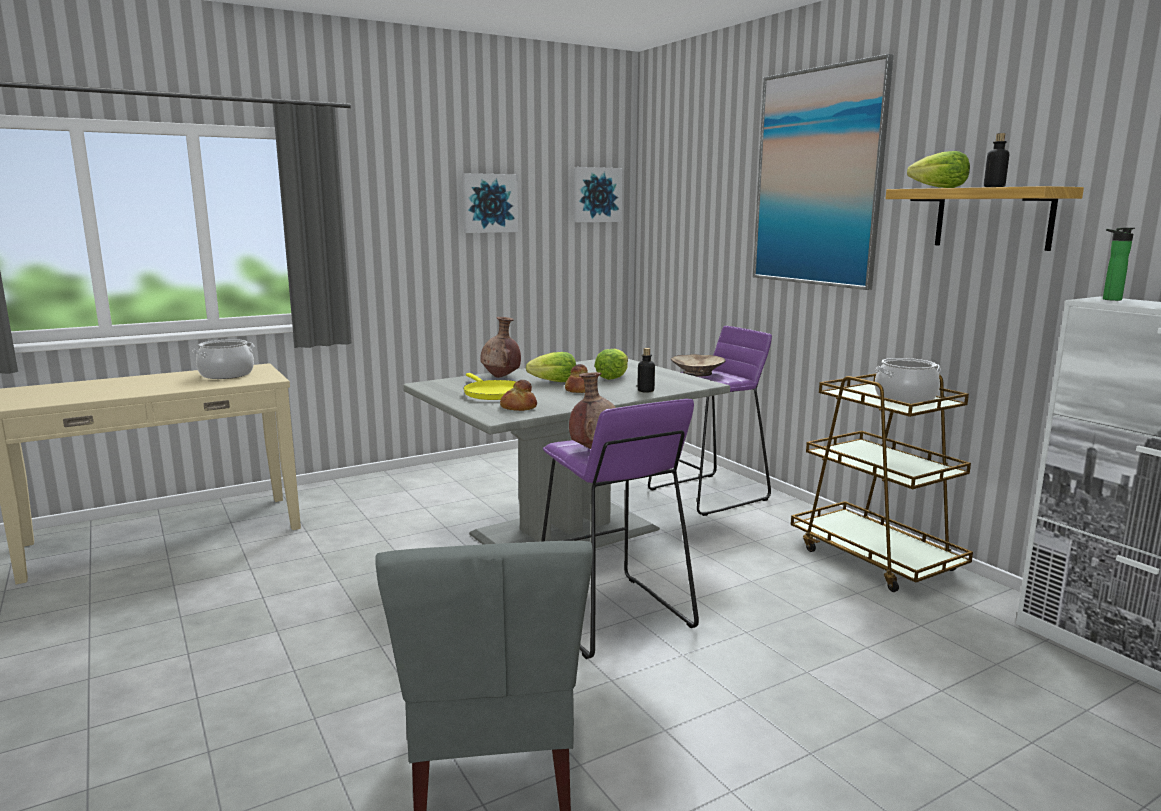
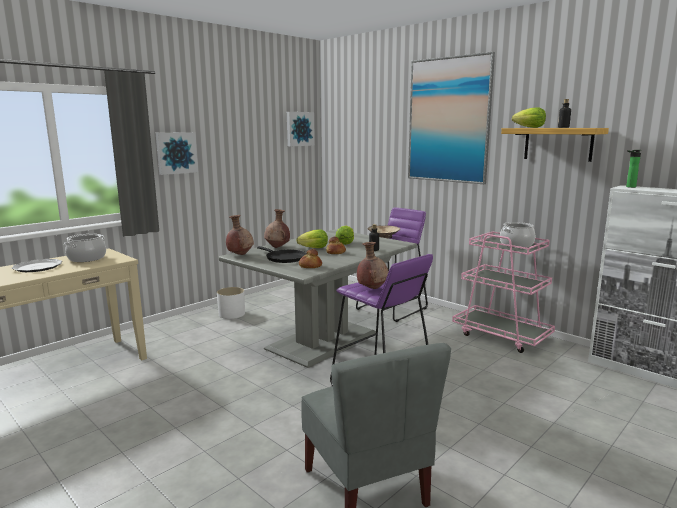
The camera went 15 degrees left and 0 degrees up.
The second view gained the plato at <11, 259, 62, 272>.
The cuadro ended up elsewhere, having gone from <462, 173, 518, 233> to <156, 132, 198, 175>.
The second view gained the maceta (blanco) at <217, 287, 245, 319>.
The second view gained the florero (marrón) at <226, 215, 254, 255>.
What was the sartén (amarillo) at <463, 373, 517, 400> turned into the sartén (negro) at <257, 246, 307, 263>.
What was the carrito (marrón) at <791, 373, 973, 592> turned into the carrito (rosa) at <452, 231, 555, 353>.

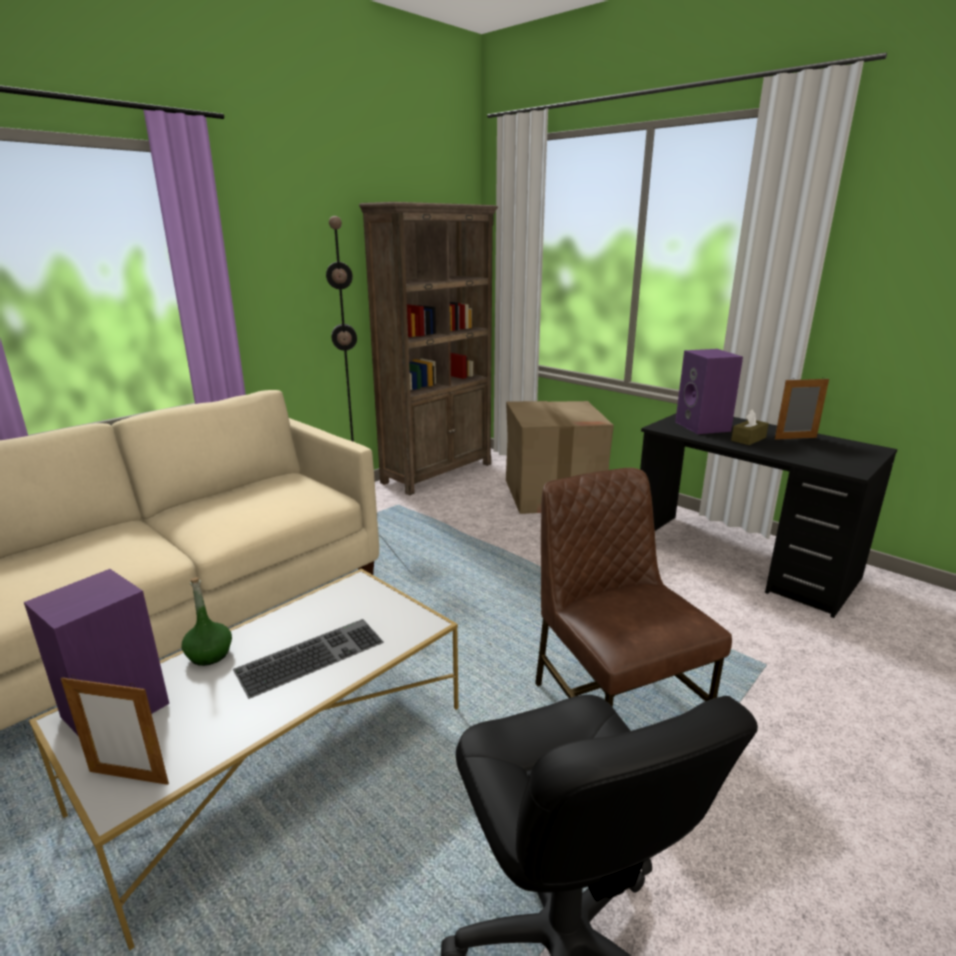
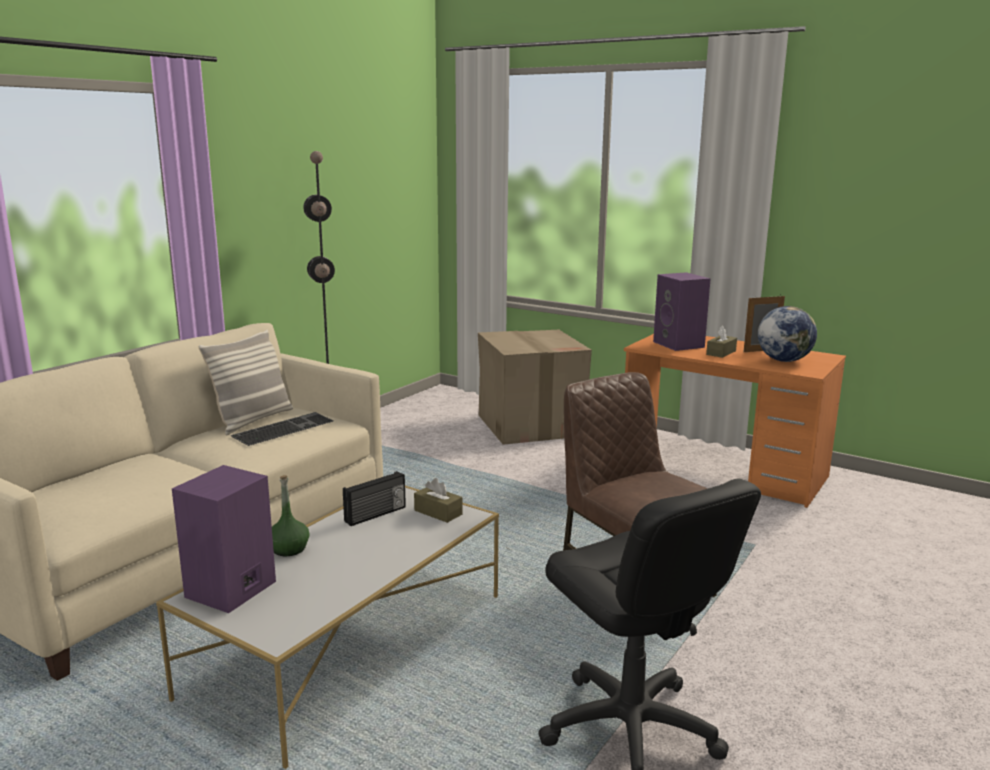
The camera went 10 degrees left and 5 degrees down.
The second view gained the cojín at <198, 330, 293, 435>.
The teclado ended up elsewhere, having gone from <233, 619, 384, 699> to <230, 412, 333, 446>.
The second view gained the radio at <343, 471, 406, 526>.
The second view gained the caja de pañuelos (marrón) at <414, 478, 463, 523>.
What was the escritorio (negro) at <640, 413, 897, 618> turned into the escritorio (naranja) at <624, 334, 846, 508>.
The second view gained the globo terráqueo at <758, 306, 817, 362>.
The second view lost the portarretratos at <61, 675, 169, 785>.
The second view lost the estantería (marrón) at <359, 202, 498, 496>.

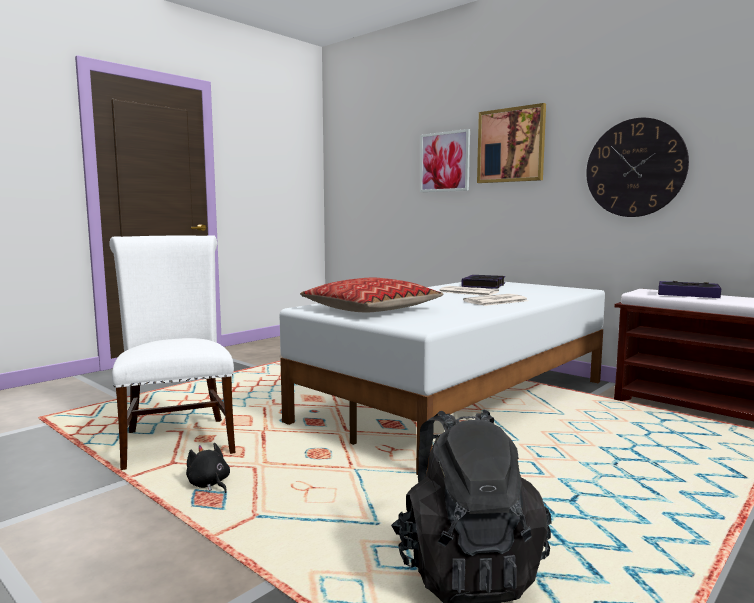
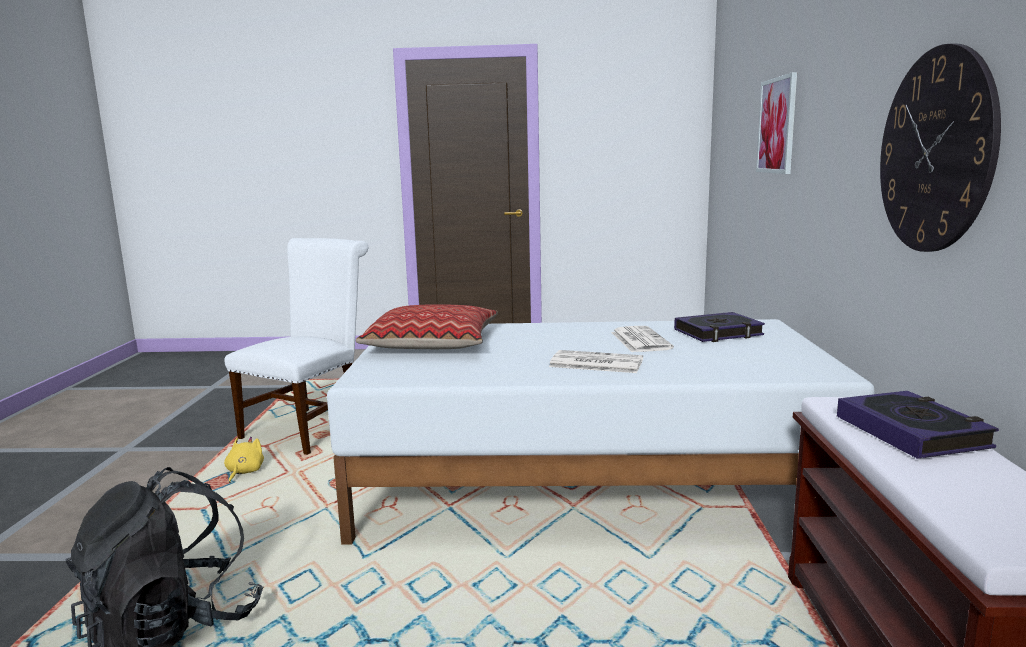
The camera went 50 degrees right and 5 degrees up.
What was the peluche (negro) at <186, 442, 230, 493> turned into the peluche (amarillo) at <224, 437, 264, 483>.
The second view lost the cuadro at <477, 103, 546, 183>.

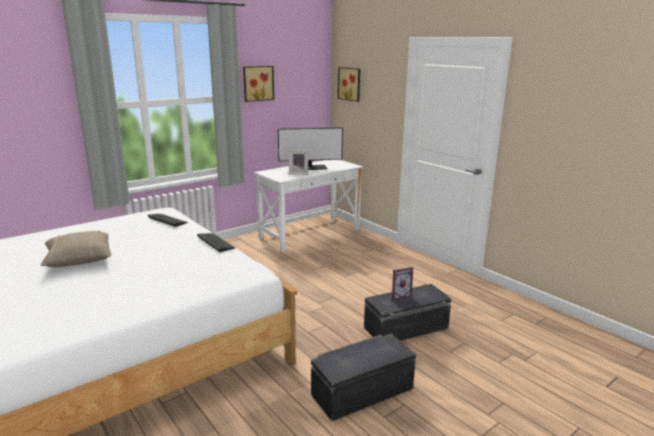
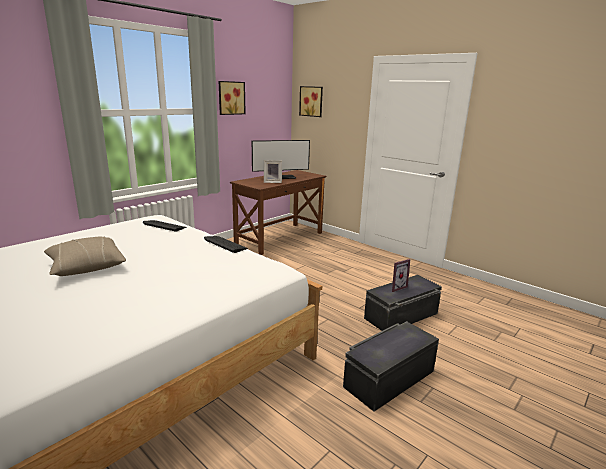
The camera went 10 degrees left and 0 degrees up.
What was the escritorio (blanco) at <254, 160, 363, 252> turned into the escritorio (marrón) at <230, 170, 326, 255>.

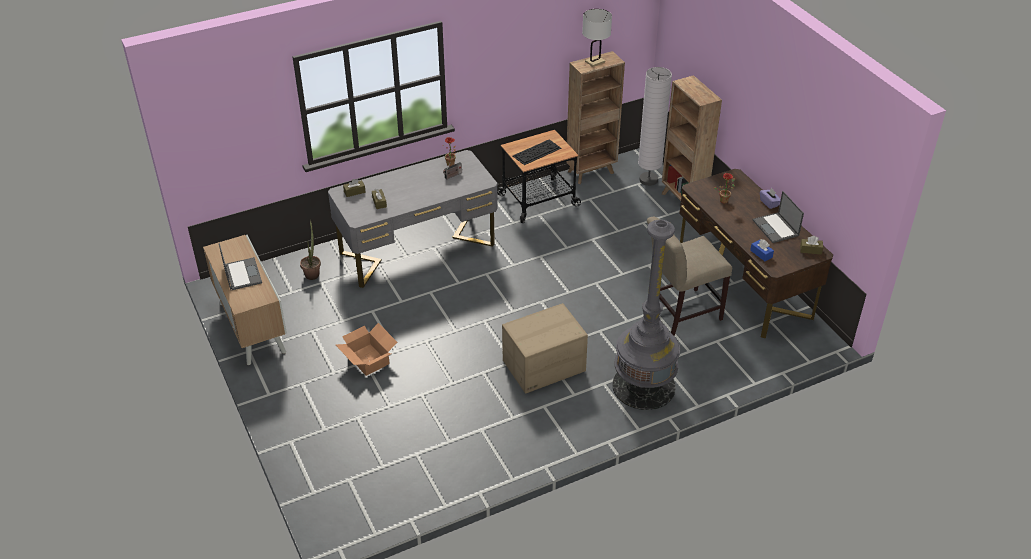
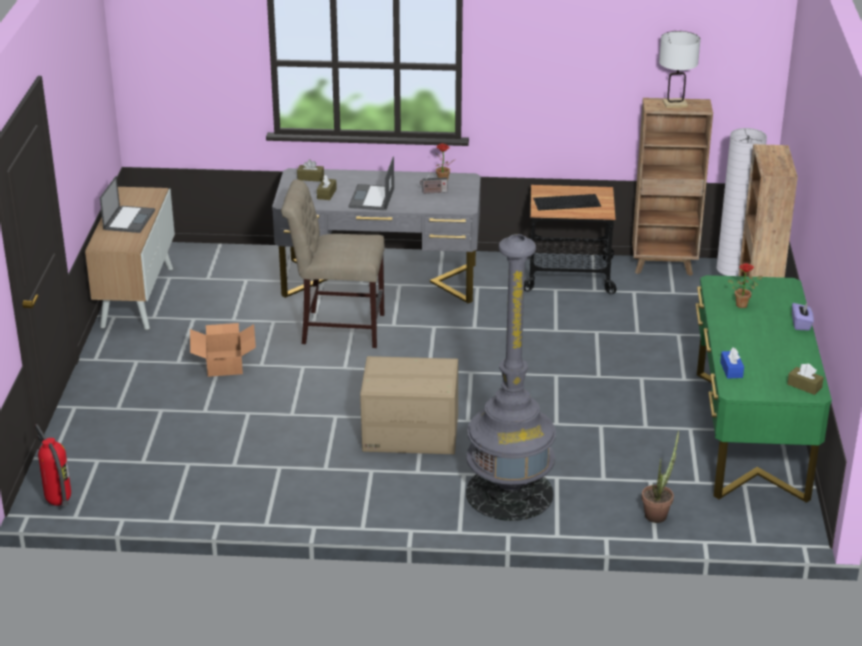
The camera went 30 degrees right and 10 degrees down.
The second view gained the extintor at <35, 424, 71, 506>.
The silla (beis) ended up elsewhere, having gone from <647, 217, 732, 336> to <281, 180, 385, 348>.
The portátil ended up elsewhere, having gone from <753, 191, 804, 243> to <349, 157, 394, 211>.
The planta en maceta ended up elsewhere, having gone from <300, 219, 321, 280> to <642, 430, 679, 523>.
What was the escritorio (marrón) at <679, 169, 833, 338> turned into the escritorio (verde) at <695, 275, 832, 503>.

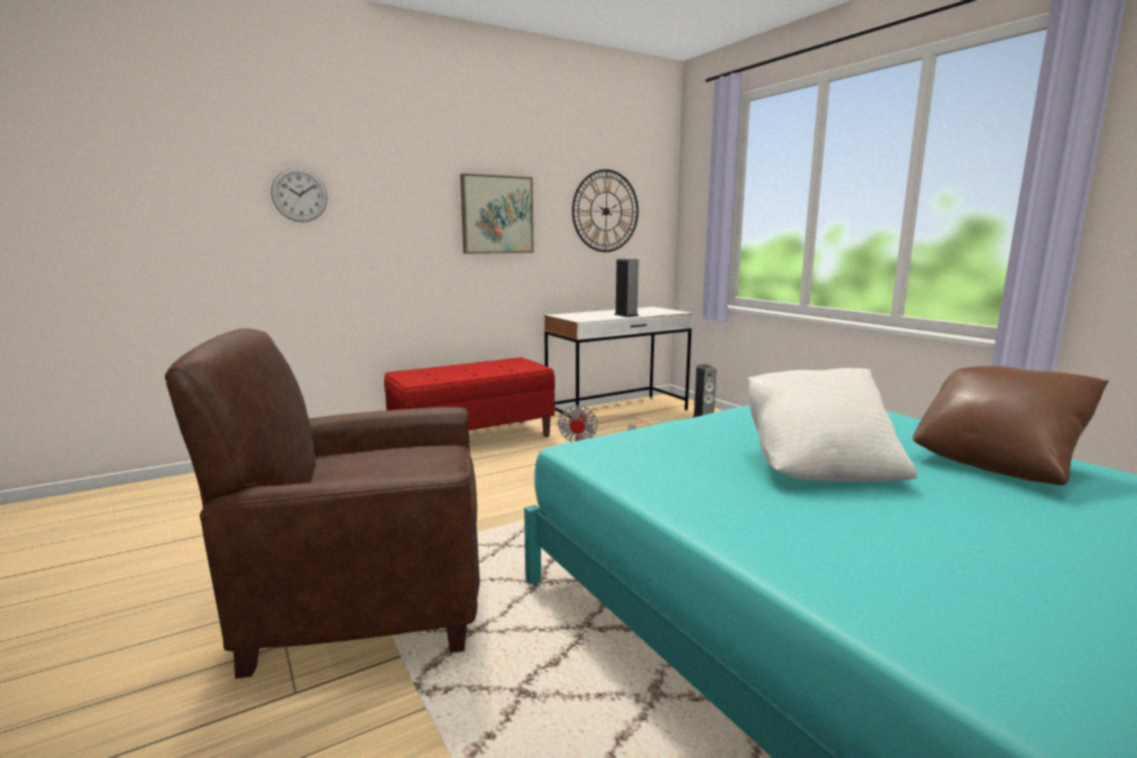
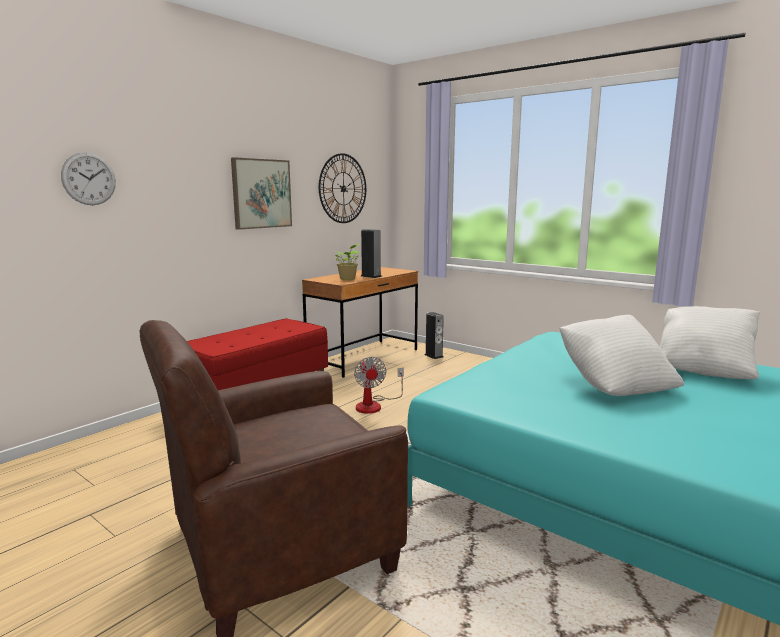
The camera went 20 degrees left and 0 degrees up.
What was the escritorio (blanco) at <544, 307, 692, 417> turned into the escritorio (marrón) at <302, 267, 418, 378>.
The second view gained the planta en maceta at <335, 243, 360, 280>.
What was the cojín (marrón) at <912, 366, 1109, 485> turned into the cojín (blanco) at <660, 306, 760, 380>.

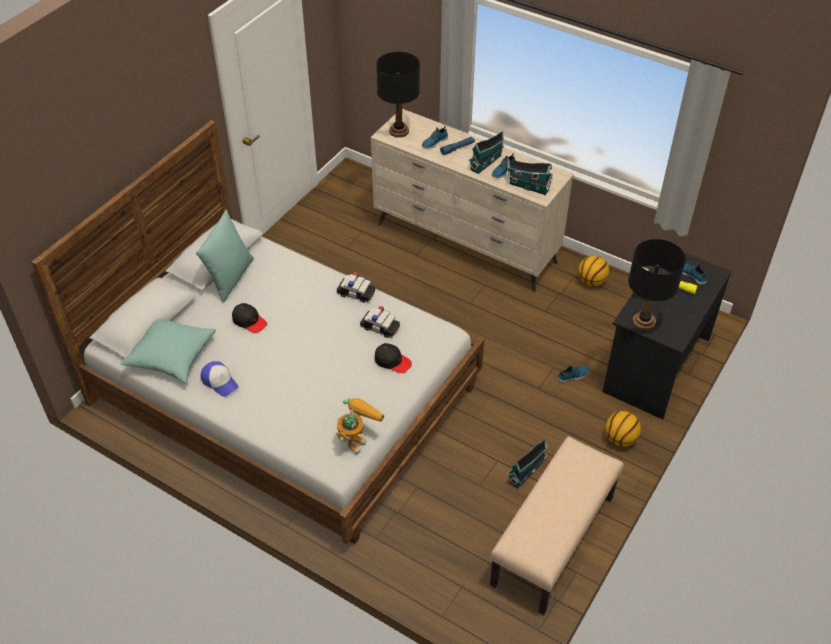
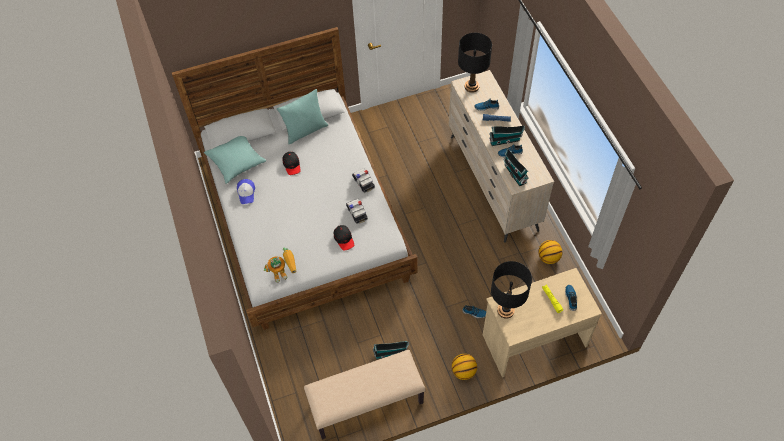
The camera went 40 degrees right and 10 degrees up.
What was the escritorio (negro) at <602, 253, 732, 420> turned into the escritorio (beis) at <483, 268, 602, 378>.

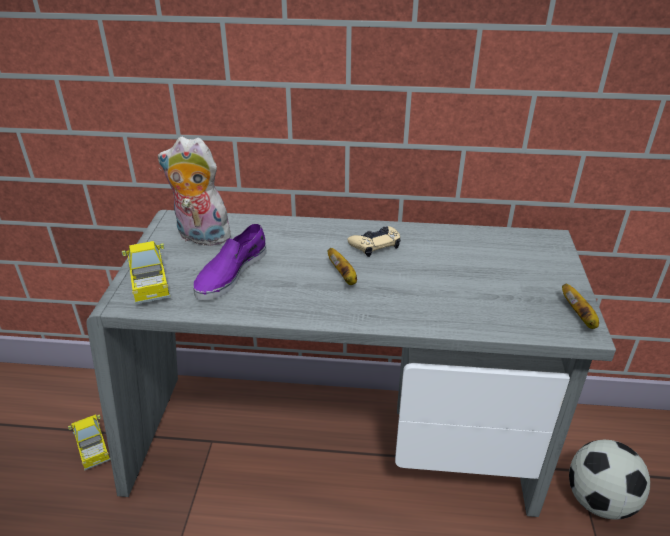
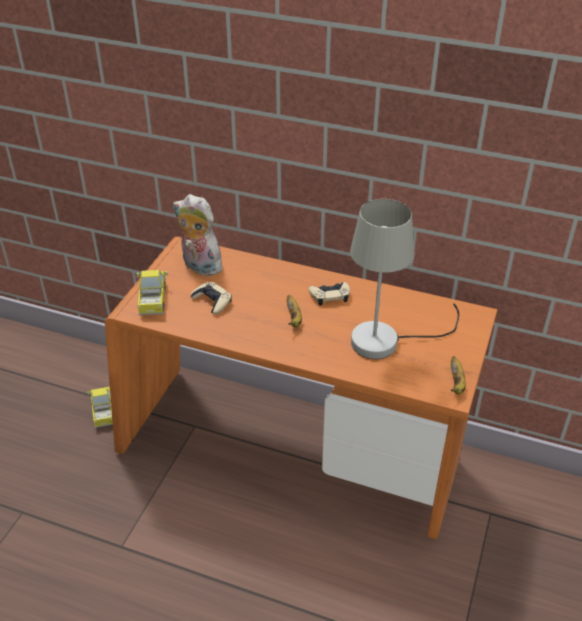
The camera went 15 degrees right and 5 degrees up.
What was the escritorio (gris) at <86, 210, 616, 517> turned into the escritorio (naranja) at <105, 237, 497, 539>.
Where the zapato (morado) stood at <193, 223, 267, 300>, the mando de consola (beis) came to stand at <191, 282, 232, 315>.
The second view gained the lámpara de mesa (gris) at <350, 199, 459, 359>.
The second view lost the balón de fútbol at <569, 440, 650, 520>.

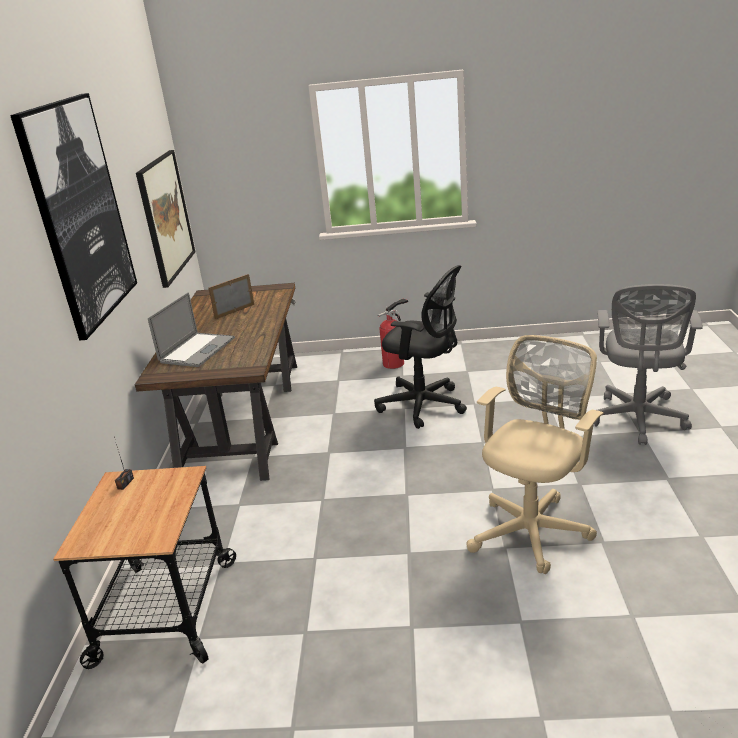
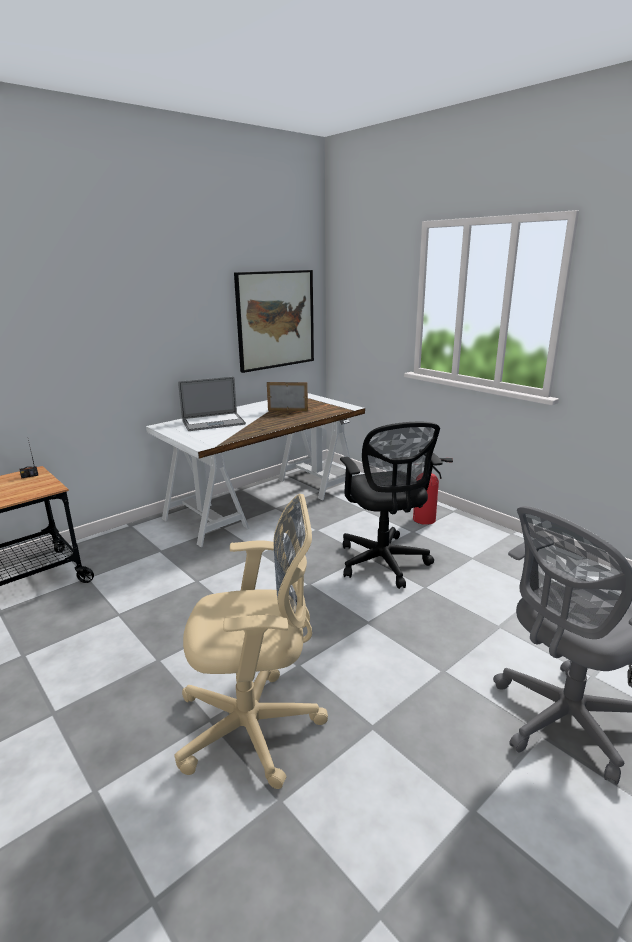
The camera went 45 degrees right and 5 degrees down.
What was the escritorio (marrón) at <135, 283, 297, 481> turned into the escritorio (blanco) at <146, 393, 365, 547>.
The second view lost the cuadro at <10, 93, 137, 341>.

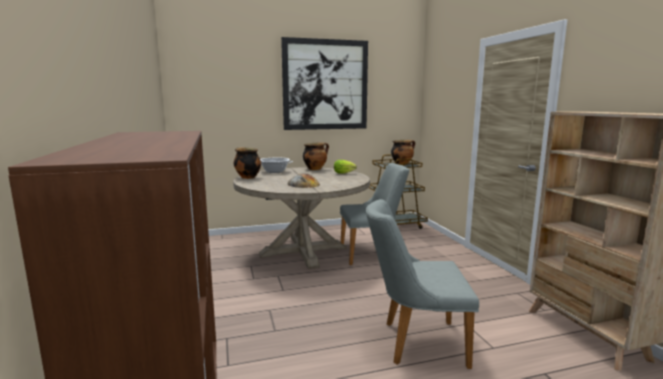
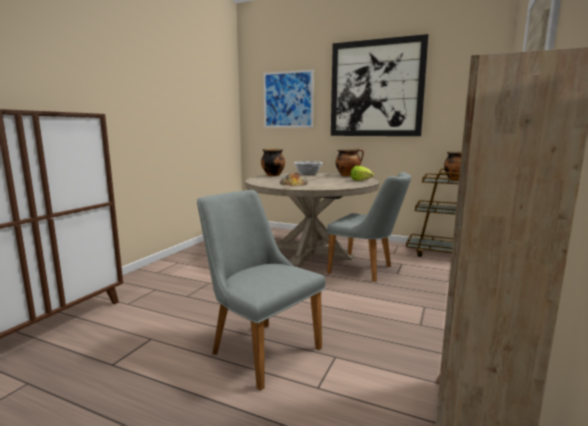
The camera went 40 degrees right and 0 degrees up.
The second view gained the cuadro at <263, 69, 314, 128>.

